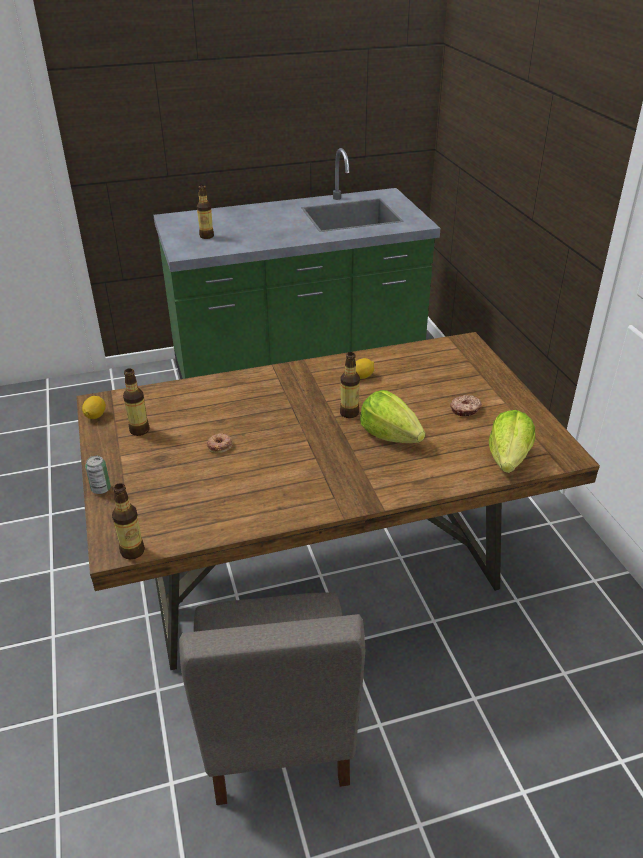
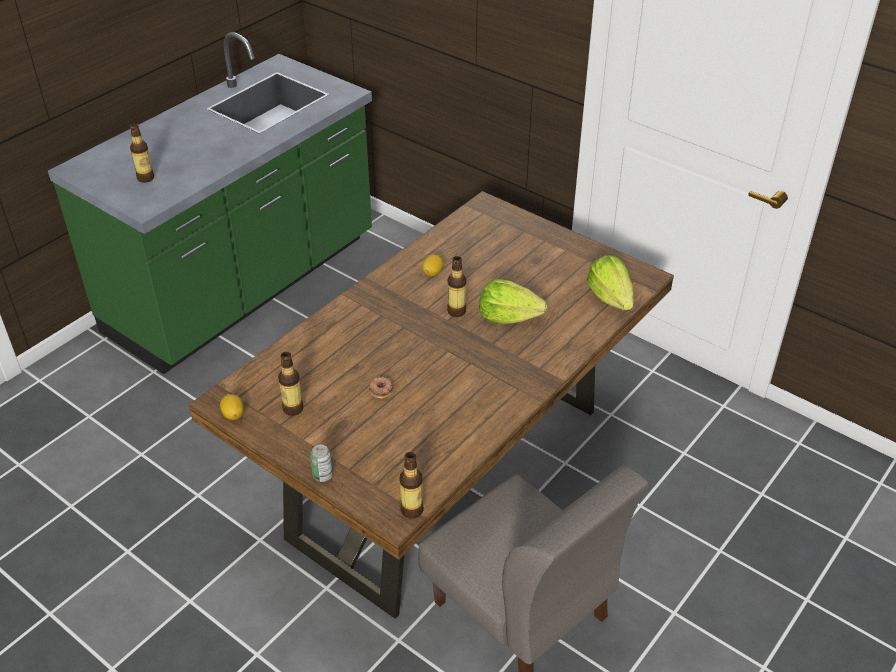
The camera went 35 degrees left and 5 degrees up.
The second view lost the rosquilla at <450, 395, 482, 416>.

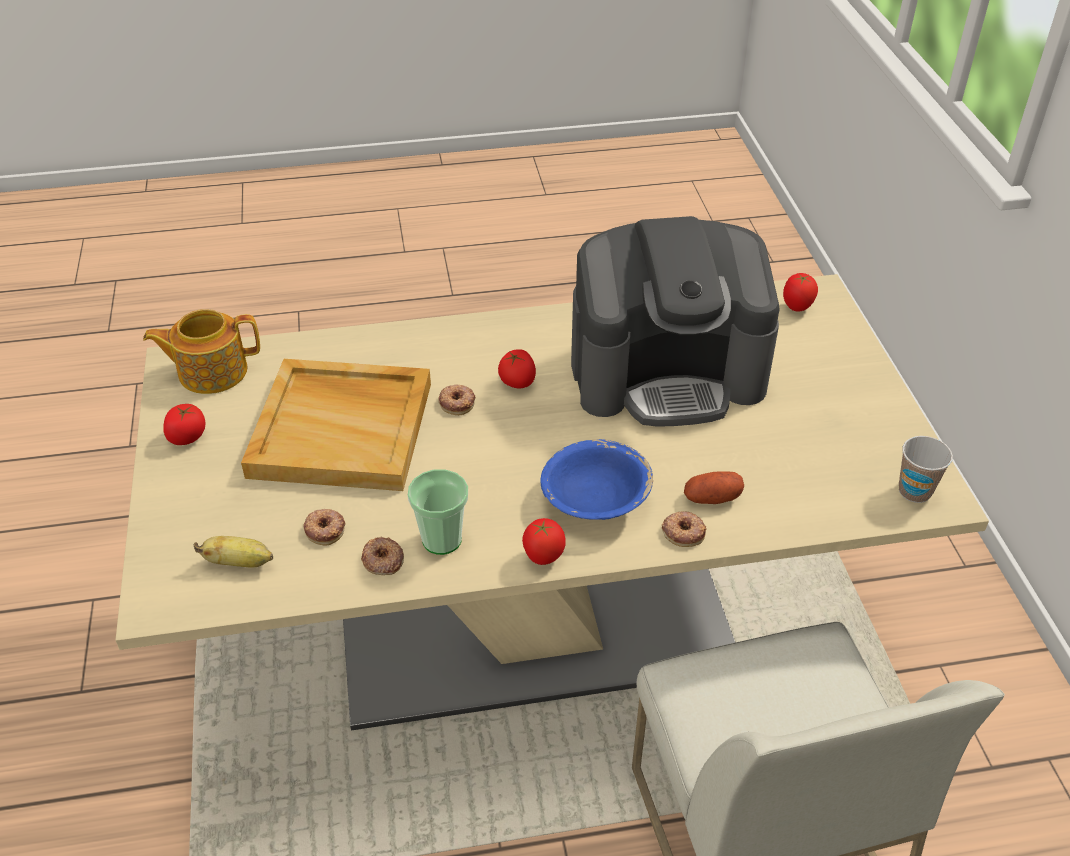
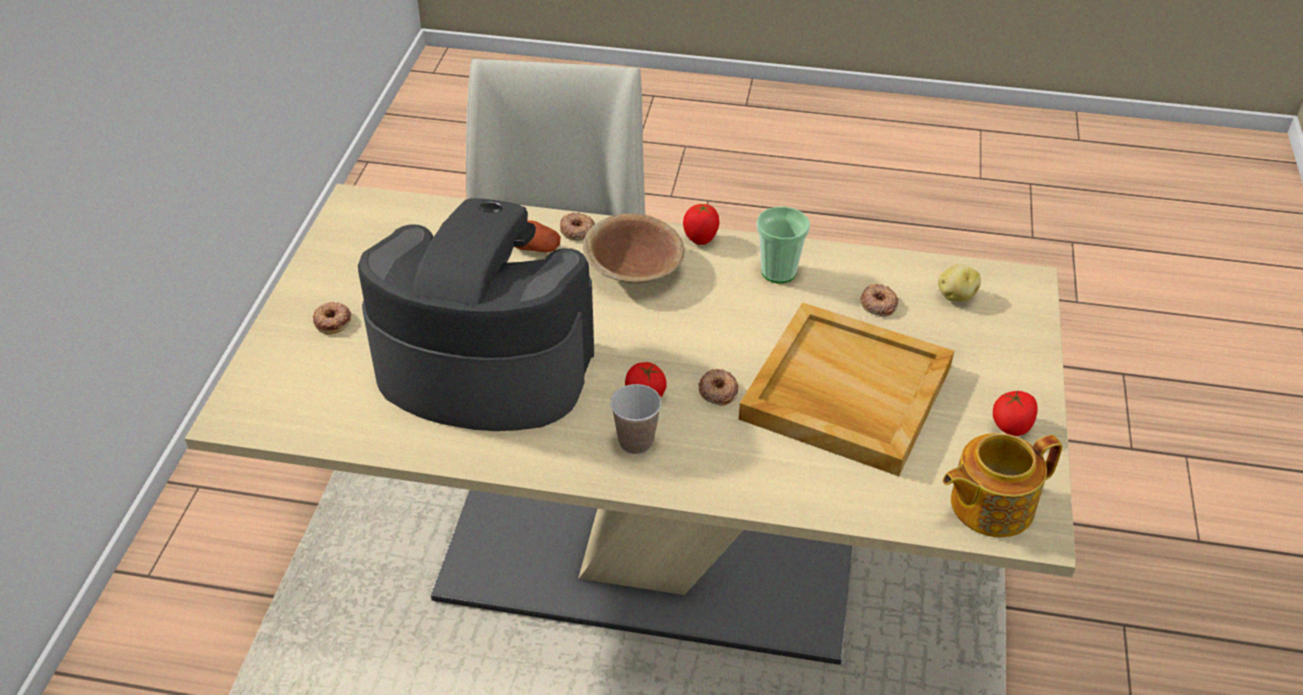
The camera went 160 degrees left and 0 degrees up.
The rosquilla ended up elsewhere, having gone from <361, 536, 404, 575> to <313, 302, 351, 335>.
What was the cuenco (azul) at <541, 439, 653, 520> turned into the cuenco (marrón) at <583, 214, 685, 284>.
The taza ended up elsewhere, having gone from <899, 436, 953, 503> to <610, 384, 662, 454>.
Where the plátano stood at <194, 536, 273, 568>, the patata came to stand at <938, 264, 981, 302>.
The tetera at <143, 309, 260, 394> ended up facing another way, 150 degrees clockwise from before.
The second view lost the tomate at <783, 273, 818, 312>.

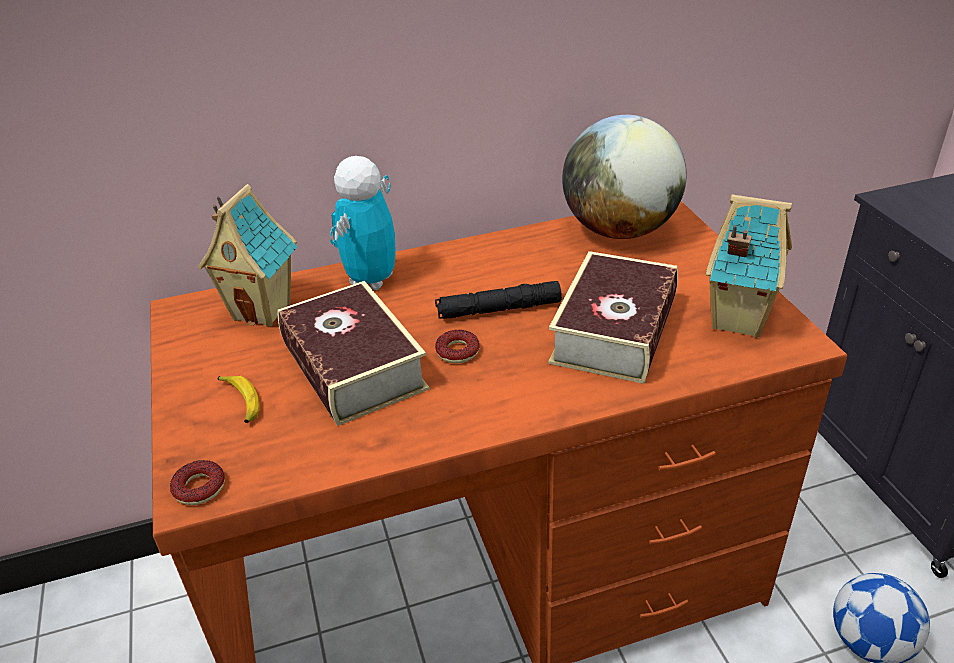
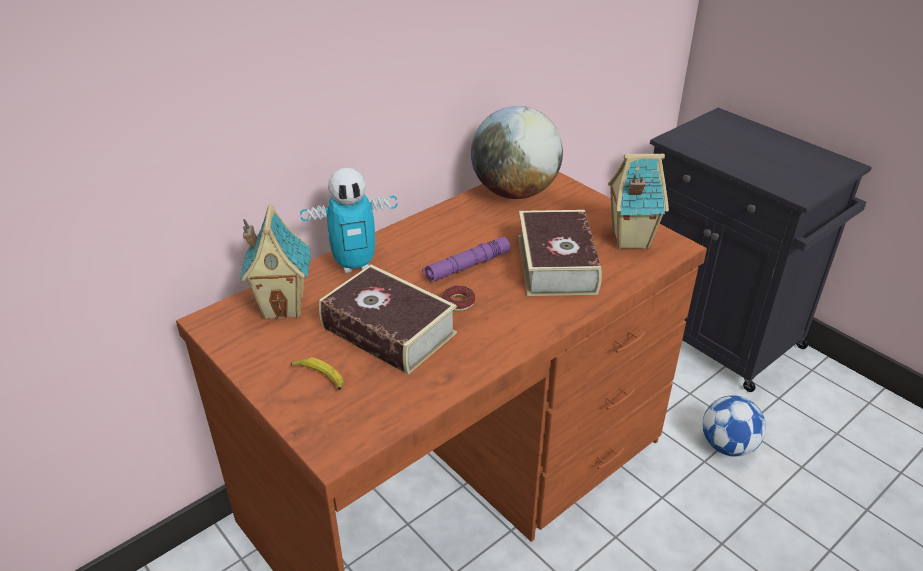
The camera went 25 degrees left and 0 degrees up.
The robot de juguete at <330, 156, 396, 290> ended up facing another way, 105 degrees counterclockwise from before.
What was the linterna (negro) at <435, 281, 562, 319> turned into the linterna (morado) at <422, 237, 510, 282>.
The second view lost the rosquilla at <170, 460, 225, 505>.

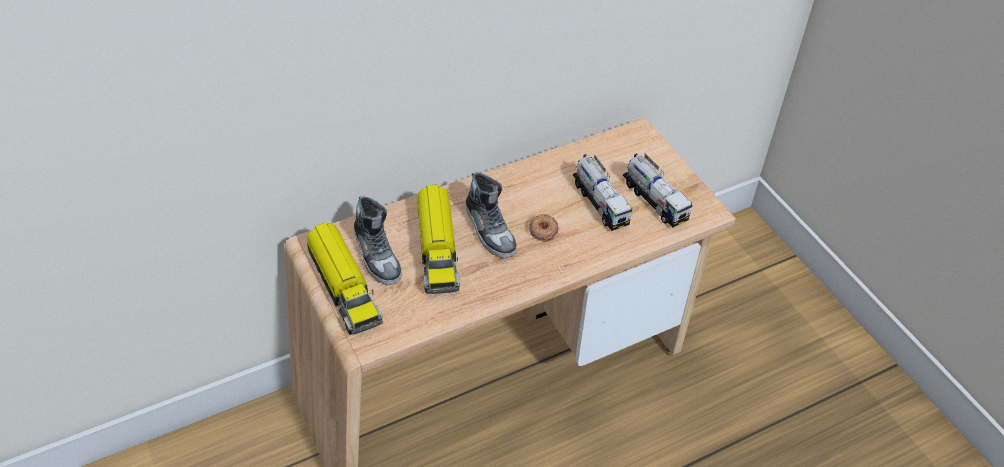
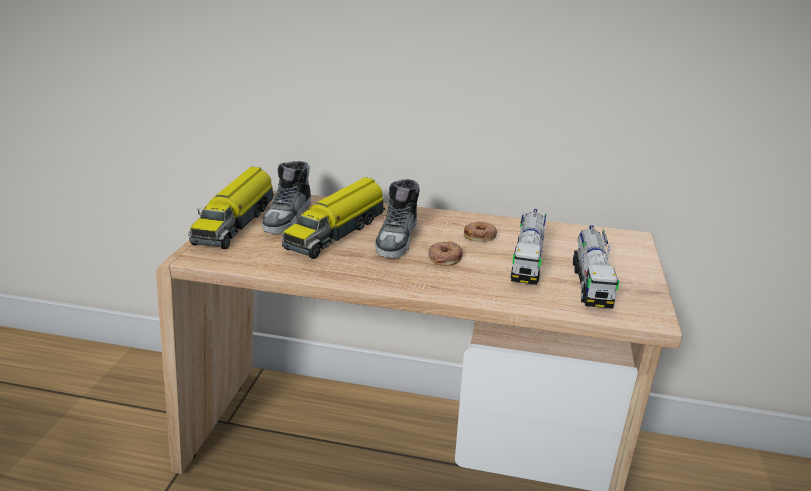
The camera went 40 degrees right and 20 degrees down.
The second view gained the rosquilla at <464, 221, 497, 242>.

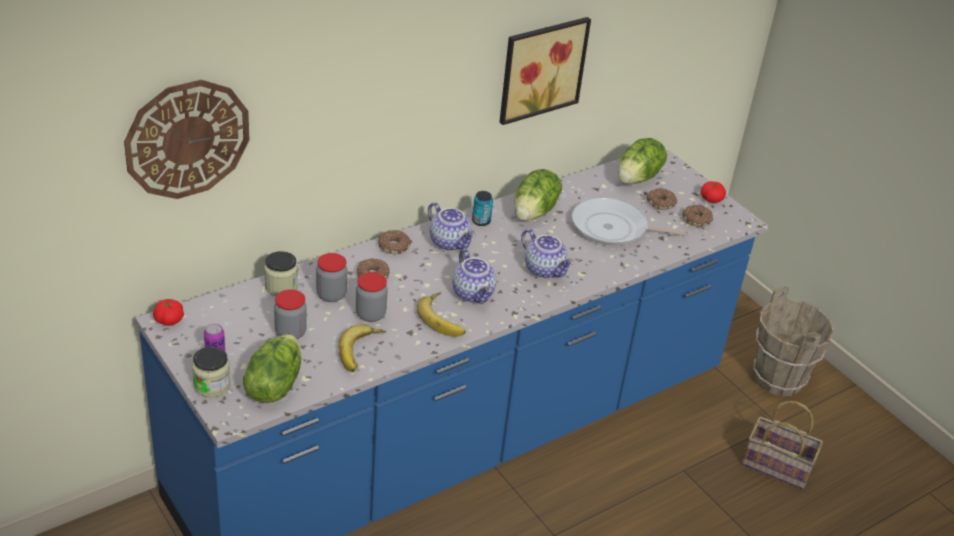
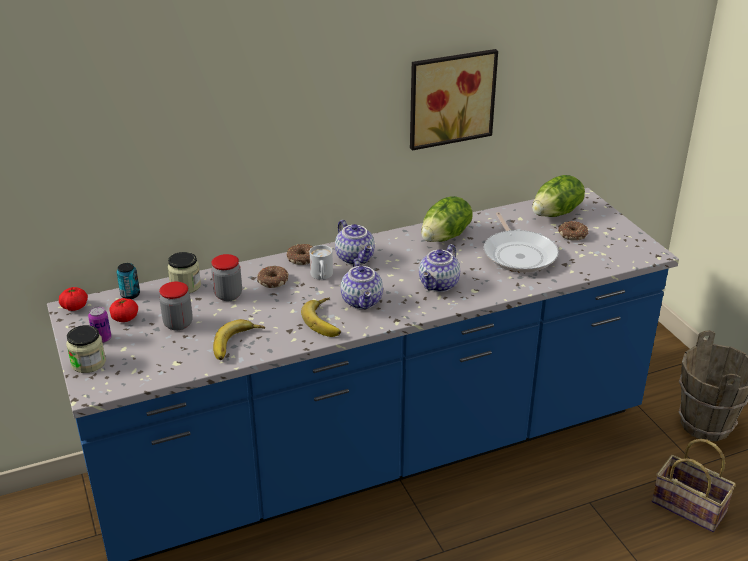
The camera went 15 degrees right and 5 degrees down.
The tomate ended up elsewhere, having gone from <701, 181, 726, 203> to <109, 298, 138, 322>.
The lata ended up elsewhere, having gone from <472, 191, 493, 226> to <117, 263, 140, 299>.
The second view gained the taza grande (blanco) at <309, 245, 333, 280>.
The tetera at <521, 229, 574, 278> ended up facing another way, 60 degrees clockwise from before.
The sartén at <572, 197, 690, 246> ended up facing another way, 120 degrees counterclockwise from before.
The second view lost the reloj de pared at <124, 80, 250, 199>.
The second view lost the lechuga at <243, 334, 301, 403>.
The second view lost the tarro at <356, 272, 388, 322>.
The second view lost the rosquilla at <682, 205, 713, 227>.

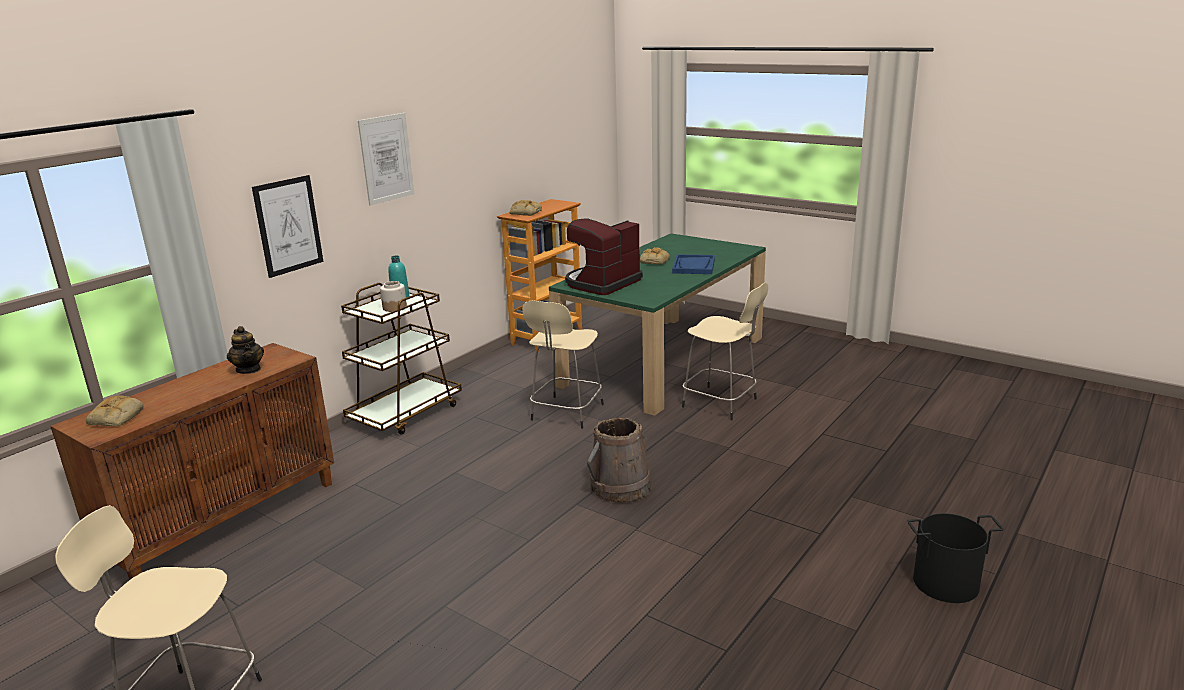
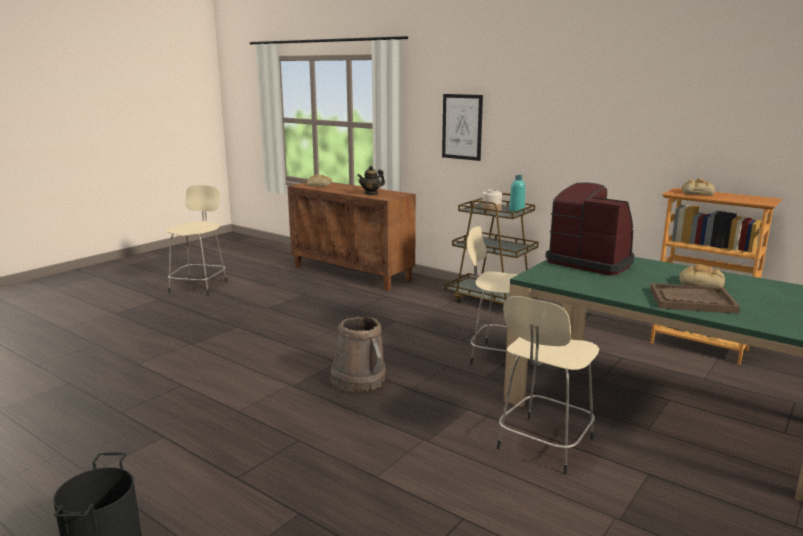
The camera went 90 degrees right and 5 degrees down.
What was the bandeja (azul) at <672, 254, 715, 274> turned into the bandeja (marrón) at <650, 283, 740, 314>.
The second view lost the cuadro at <358, 113, 415, 205>.

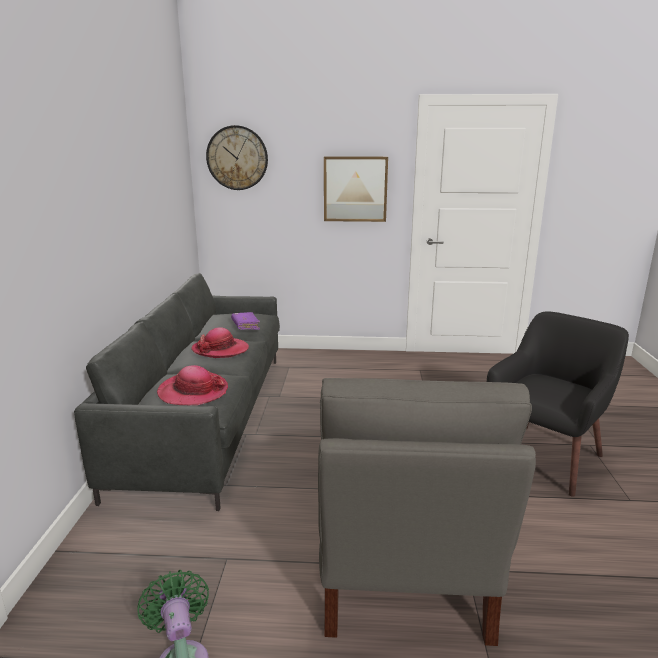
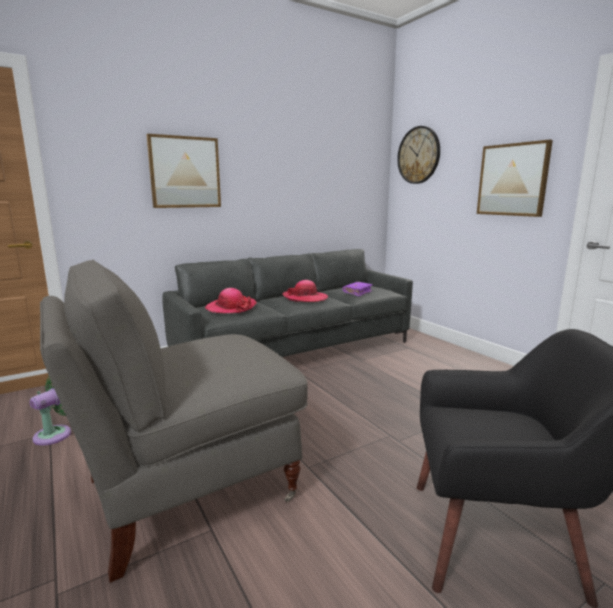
The camera went 55 degrees right and 5 degrees down.
The second view gained the cuadro at <146, 134, 221, 208>.

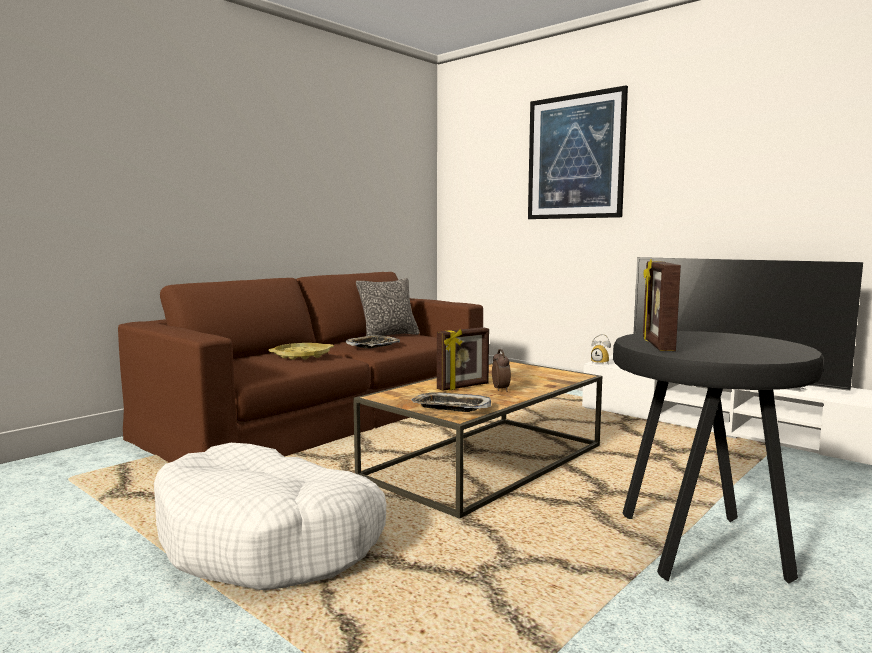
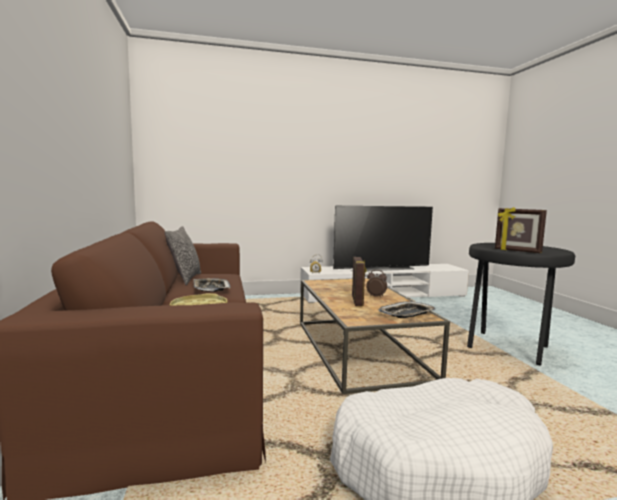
The camera went 55 degrees left and 0 degrees up.
The second view lost the cuadro at <528, 85, 628, 219>.

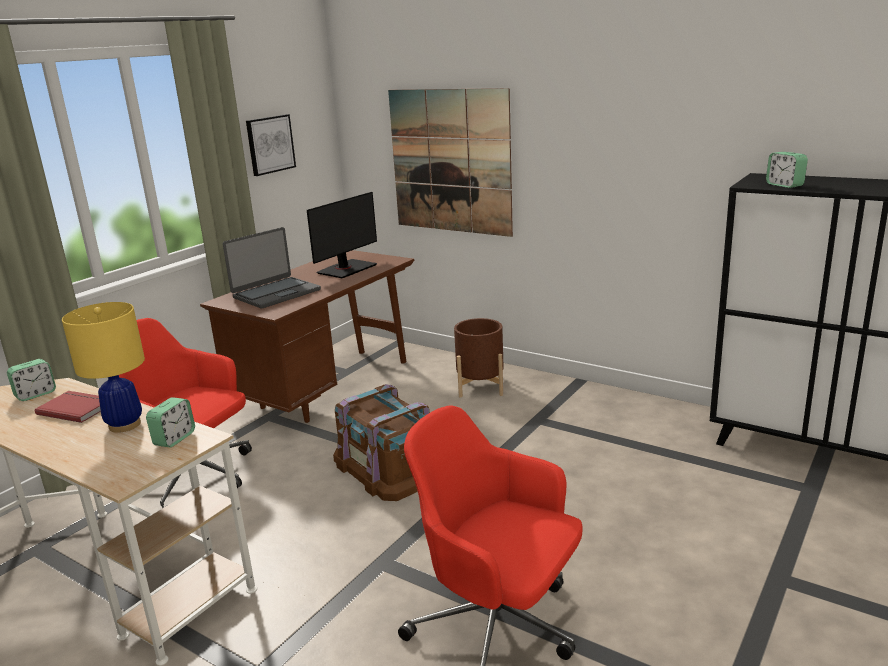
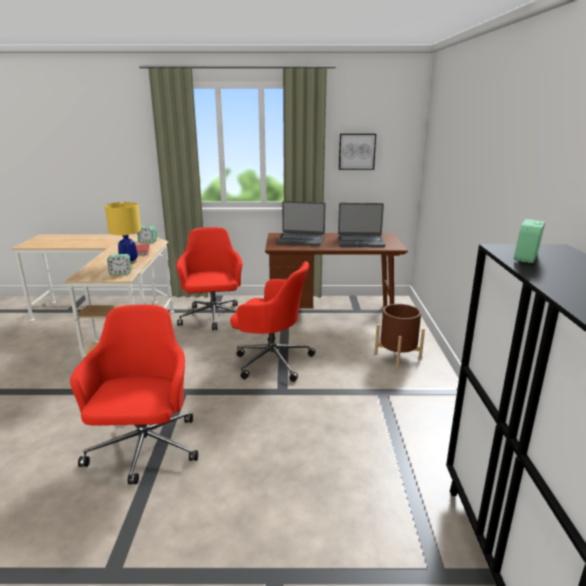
The camera went 55 degrees right and 0 degrees up.
Where the caja de almacenaje (marrón) stood at <333, 384, 430, 501>, the silla de oficina (rojo) came to stand at <230, 261, 316, 382>.
Where the monitor stood at <307, 192, 377, 278>, the portátil came to stand at <338, 203, 385, 247>.
The second view lost the cuadro at <388, 88, 513, 237>.

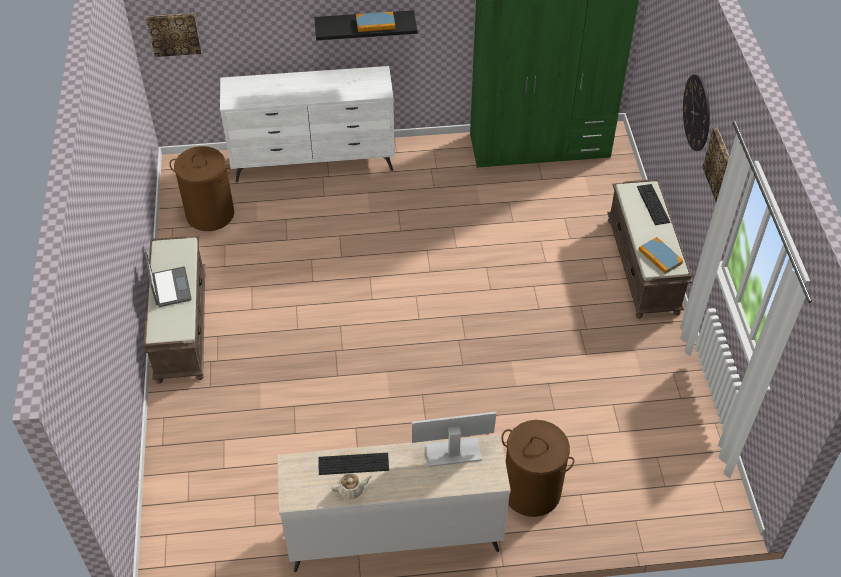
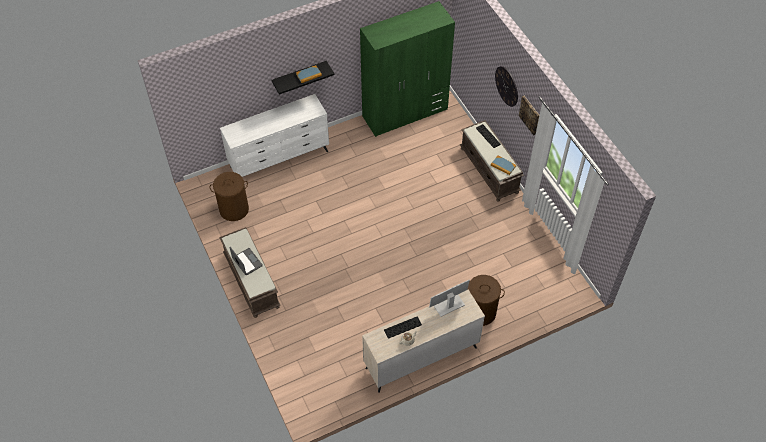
The camera went 20 degrees left and 5 degrees up.
The second view lost the cuadro at <146, 13, 201, 57>.

